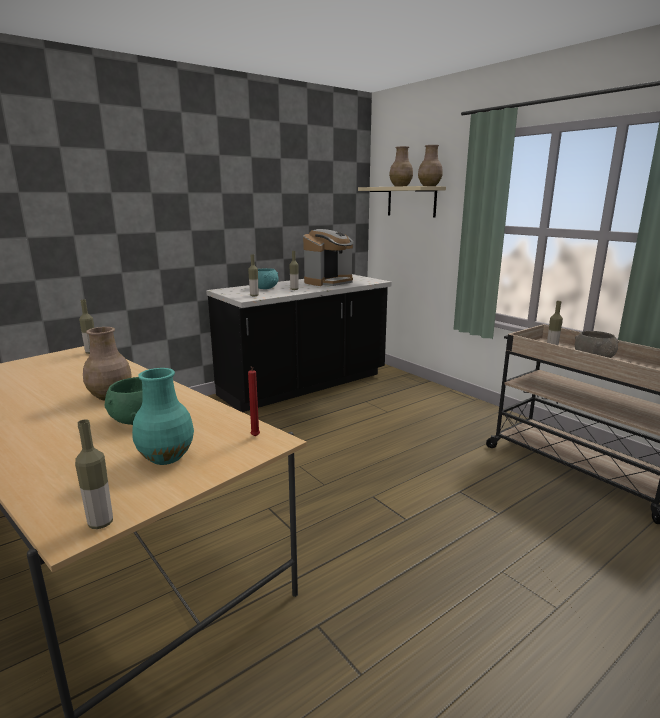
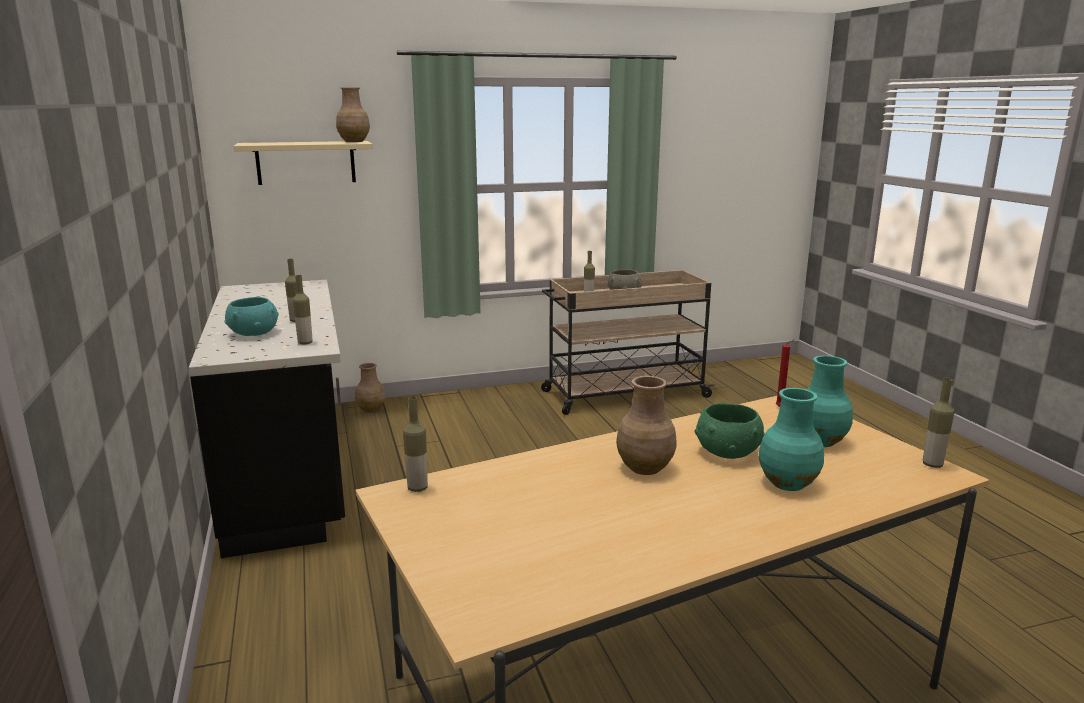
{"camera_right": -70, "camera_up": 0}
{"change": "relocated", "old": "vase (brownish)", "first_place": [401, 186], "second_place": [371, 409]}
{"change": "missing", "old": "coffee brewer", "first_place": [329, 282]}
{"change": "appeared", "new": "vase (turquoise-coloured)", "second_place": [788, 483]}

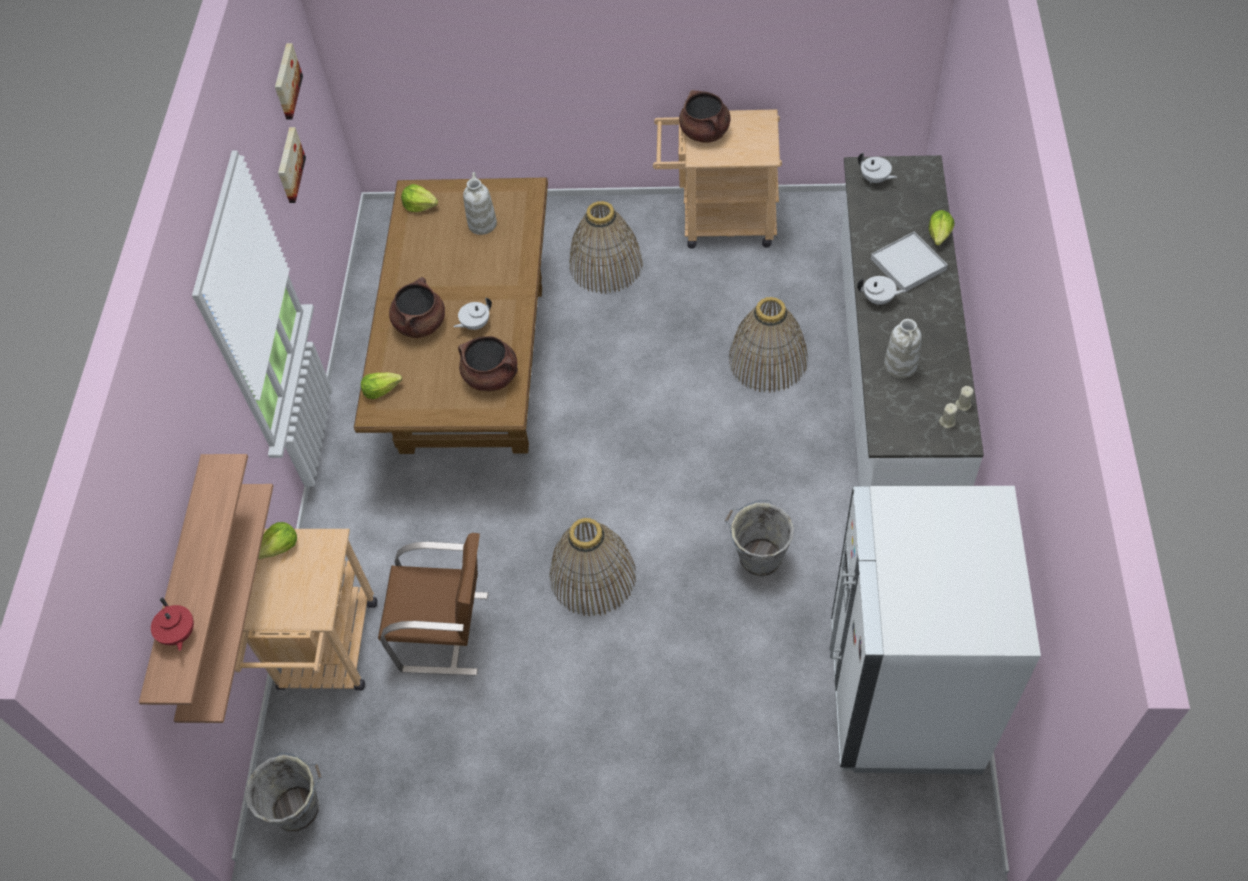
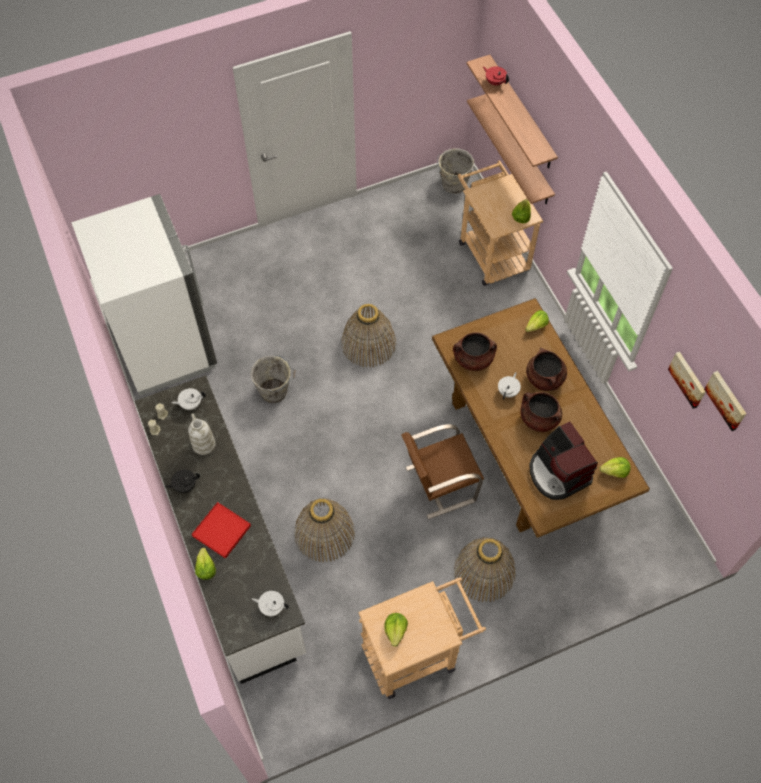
{"camera_right": 150, "camera_up": 5}
{"change": "relocated", "old": "stockpot (brownish)", "first_place": [705, 132], "second_place": [538, 419]}
{"change": "exchanged", "old": "vase (white)", "new": "coffee brewer", "first_place": [482, 224], "second_place": [558, 473]}
{"change": "colour", "old": "carrying tray (white)", "new": "carrying tray (red)", "first_place": [908, 264], "second_place": [221, 531]}
{"change": "relocated", "old": "pot for tea (white)", "first_place": [878, 299], "second_place": [190, 404]}
{"change": "relocated", "old": "chair (brownish)", "first_place": [447, 633], "second_place": [438, 484]}
{"change": "appeared", "new": "pot for tea (black-coloured)", "second_place": [185, 485]}
{"change": "appeared", "new": "lettuce", "second_place": [395, 630]}

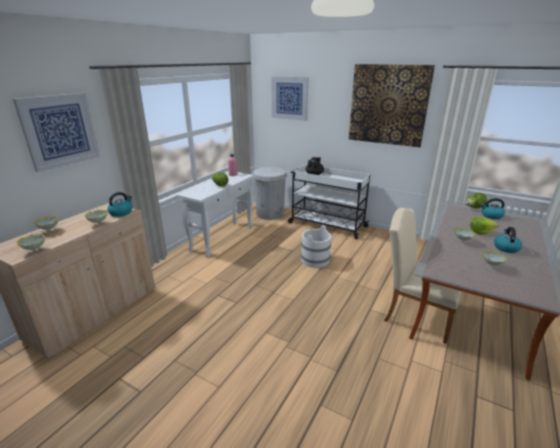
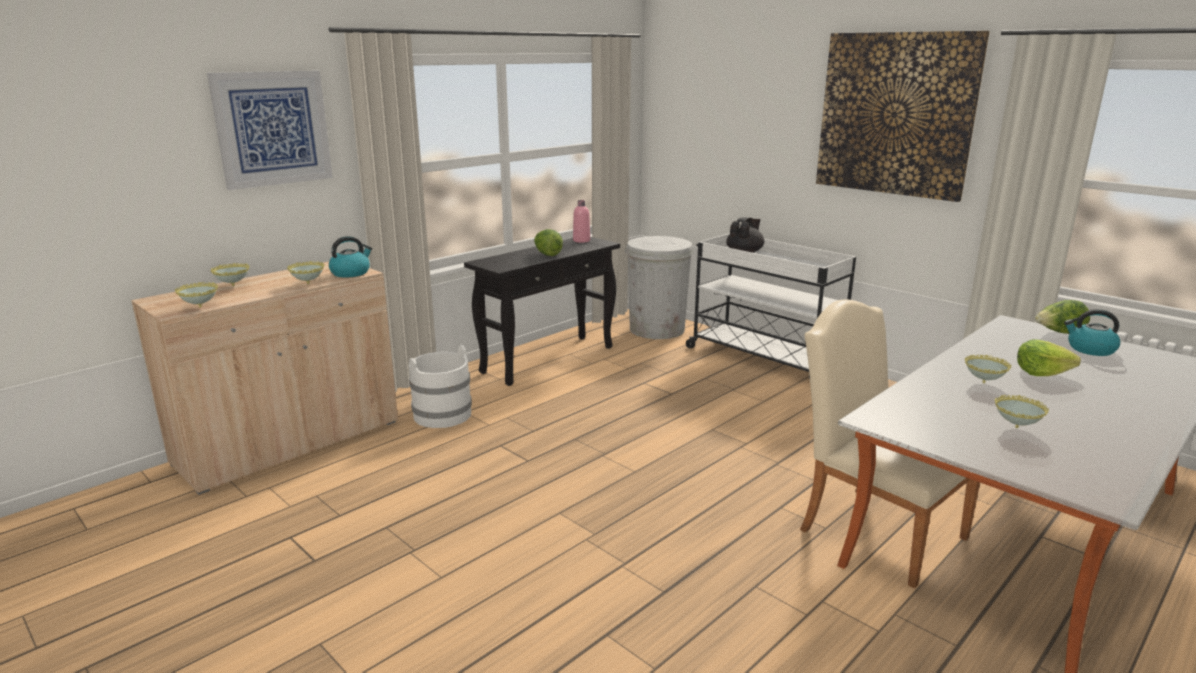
{"camera_right": 15, "camera_up": -5}
{"change": "missing", "old": "picture", "first_place": [289, 98]}
{"change": "colour", "old": "console table (white)", "new": "console table (black-coloured)", "first_place": [222, 238], "second_place": [549, 359]}
{"change": "relocated", "old": "bucket (white)", "first_place": [315, 260], "second_place": [442, 414]}
{"change": "missing", "old": "kettle", "first_place": [506, 248]}

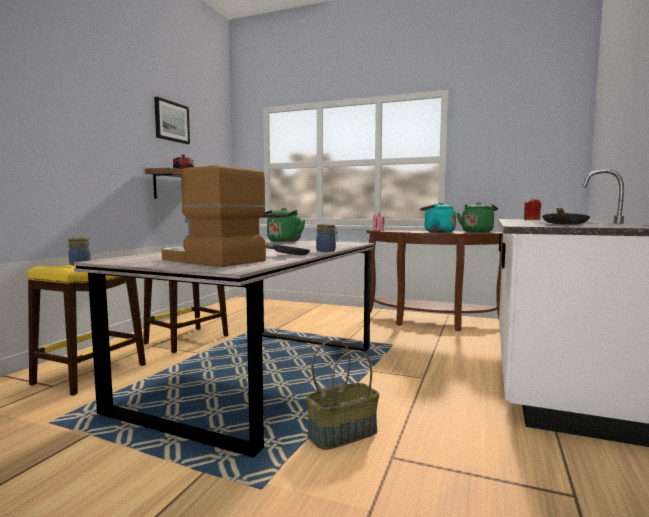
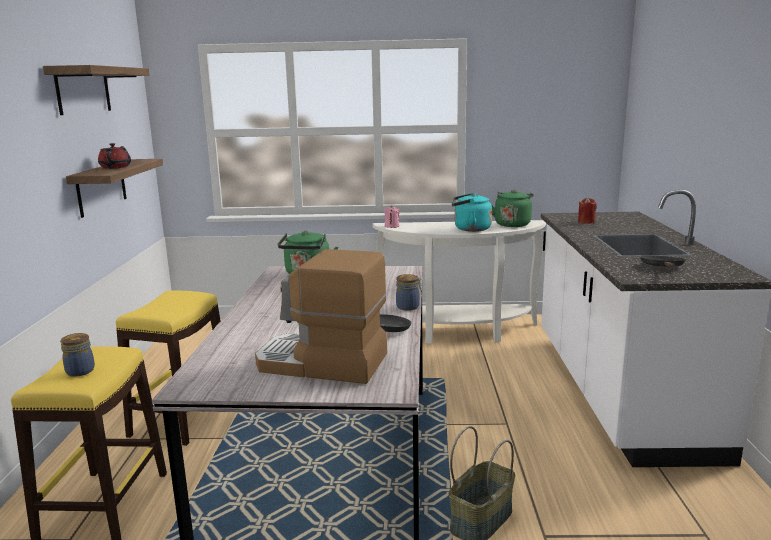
{"camera_right": -20, "camera_up": 10}
{"change": "exchanged", "old": "picture", "new": "bracket shelf", "first_place": [171, 121], "second_place": [83, 90]}
{"change": "colour", "old": "console table (brownish)", "new": "console table (white)", "first_place": [429, 322], "second_place": [459, 333]}

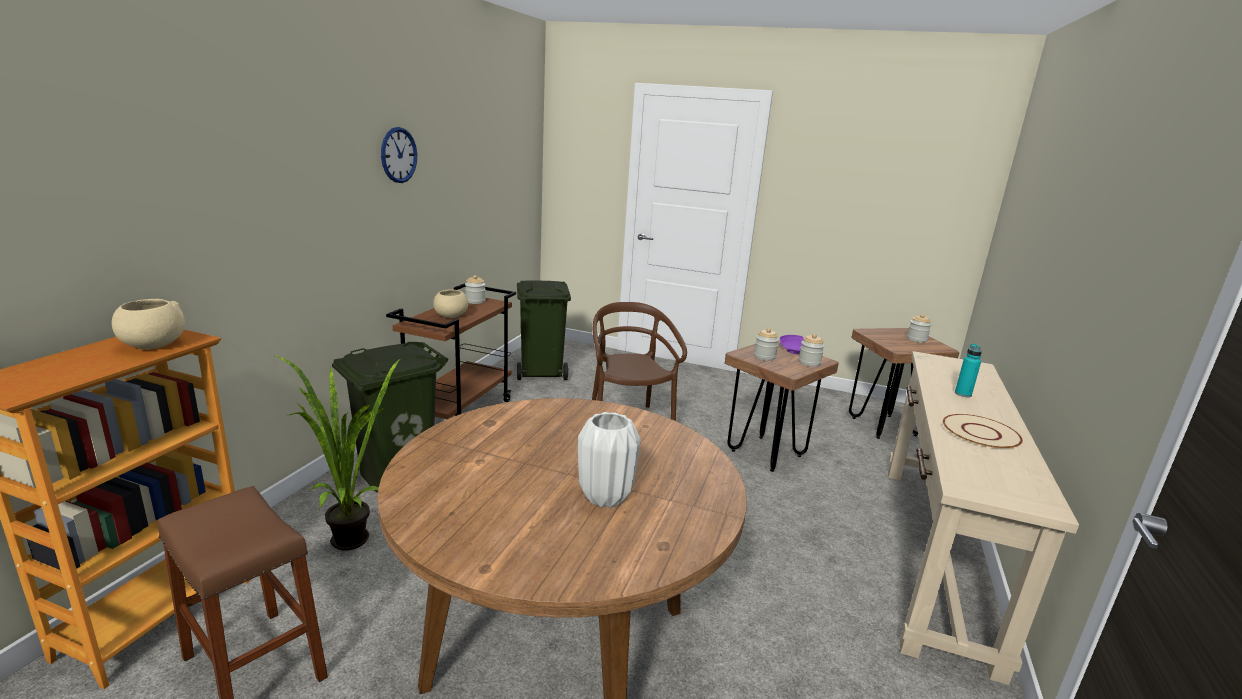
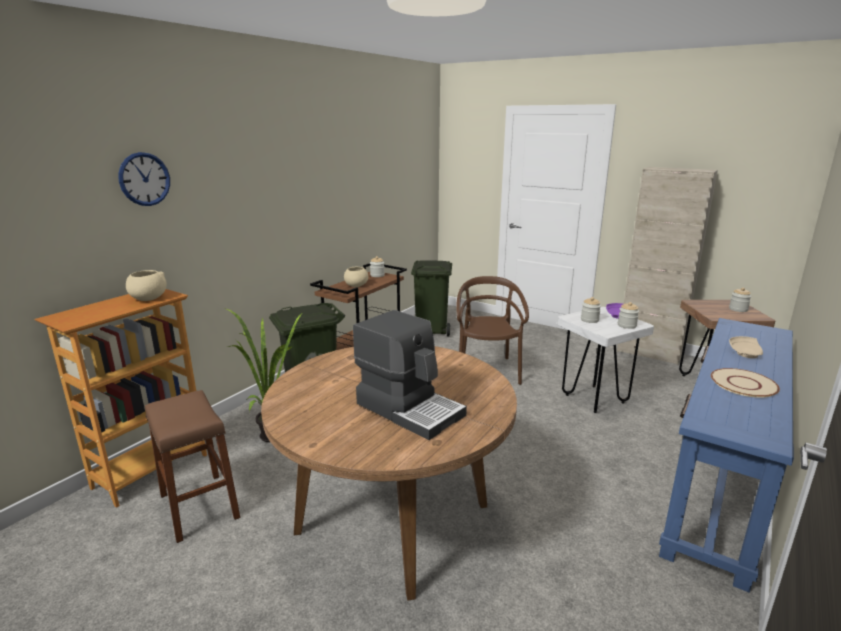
{"camera_right": 15, "camera_up": 0}
{"change": "relocated", "old": "hanging clock", "first_place": [398, 155], "second_place": [144, 179]}
{"change": "colour", "old": "stool (brownish)", "new": "stool (white)", "first_place": [766, 453], "second_place": [594, 399]}
{"change": "exchanged", "old": "beverage bottle (turquoise-coloured)", "new": "plate (beige)", "first_place": [963, 394], "second_place": [746, 353]}
{"change": "colour", "old": "console table (beige)", "new": "console table (blue-coloured)", "first_place": [934, 554], "second_place": [718, 487]}
{"change": "exchanged", "old": "vase (white)", "new": "coffee brewer", "first_place": [605, 497], "second_place": [410, 408]}
{"change": "appeared", "new": "cabinet (beige)", "second_place": [649, 353]}

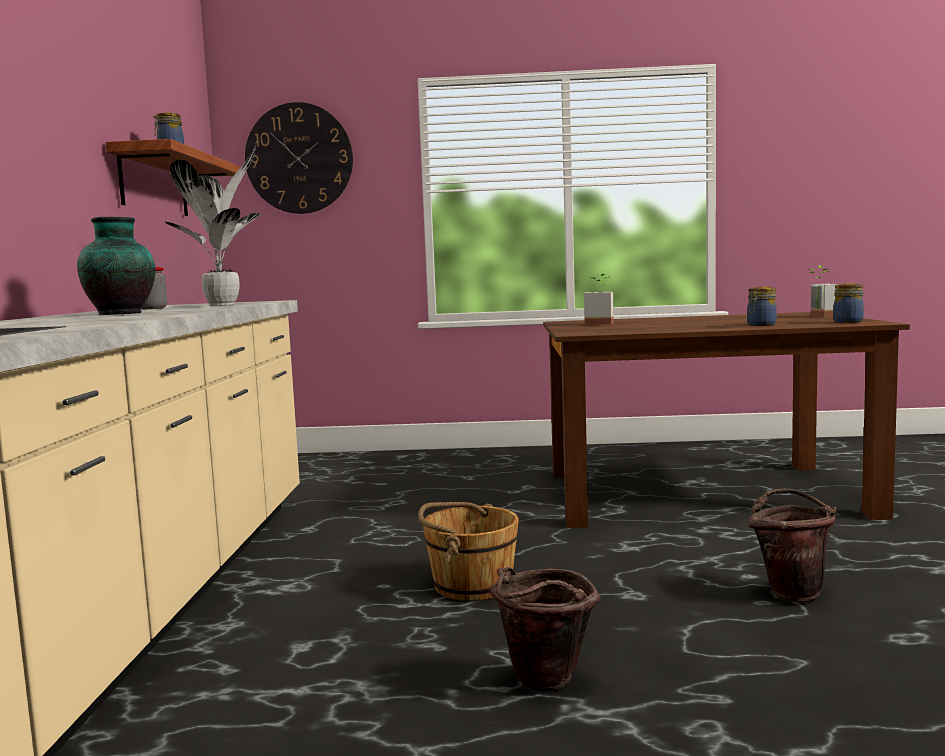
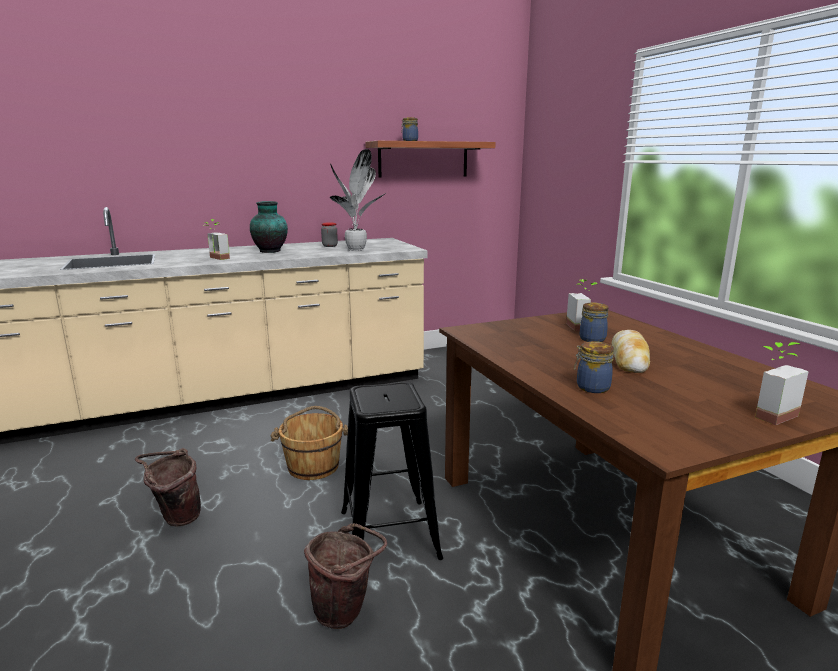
{"camera_right": 65, "camera_up": 10}
{"change": "missing", "old": "hanging clock", "first_place": [299, 158]}
{"change": "relocated", "old": "storage jar", "first_place": [847, 321], "second_place": [593, 339]}
{"change": "appeared", "new": "potted plant", "second_place": [215, 258]}
{"change": "appeared", "new": "bakery bread", "second_place": [629, 359]}
{"change": "appeared", "new": "stool (black-coloured)", "second_place": [389, 534]}

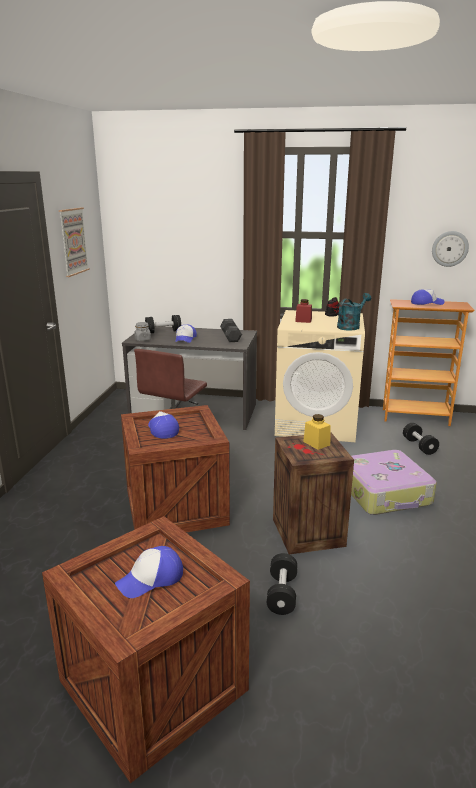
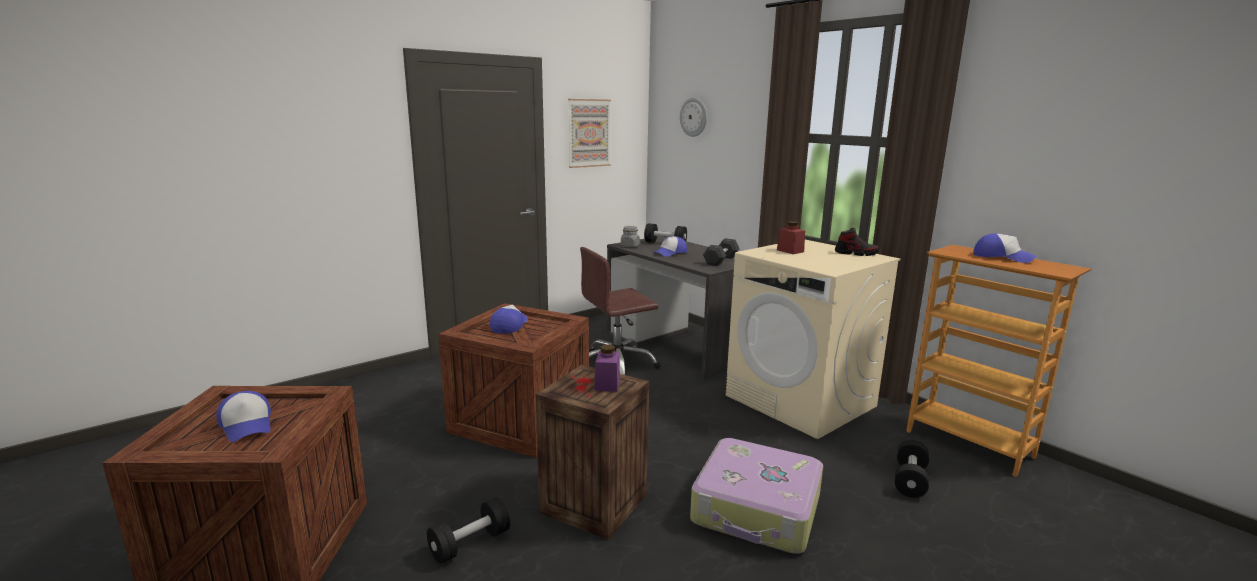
{"camera_right": 40, "camera_up": -5}
{"change": "relocated", "old": "hanging clock", "first_place": [449, 248], "second_place": [694, 117]}
{"change": "missing", "old": "watering can (turquoise-coloured)", "first_place": [350, 326]}
{"change": "colour", "old": "storage jar (yellowish)", "new": "storage jar (purple)", "first_place": [316, 443], "second_place": [607, 384]}
{"change": "spun", "old": "peaked cap", "first_place": [151, 579], "second_place": [247, 425], "degrees": -135}

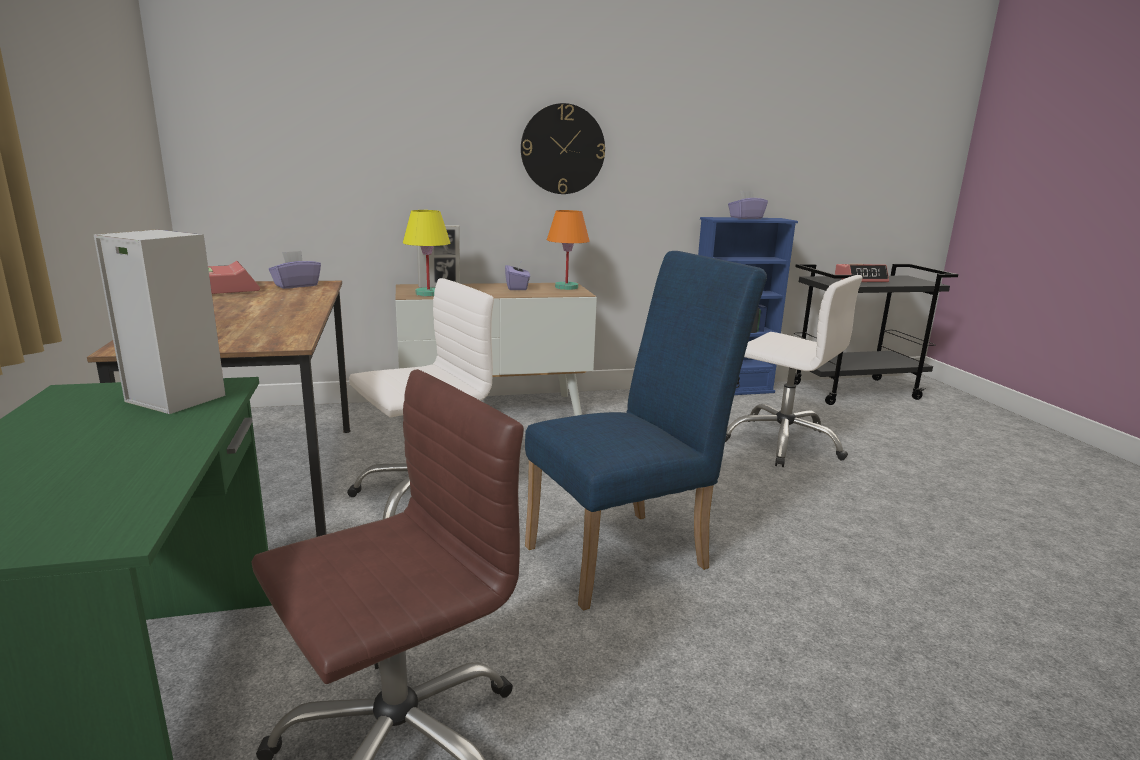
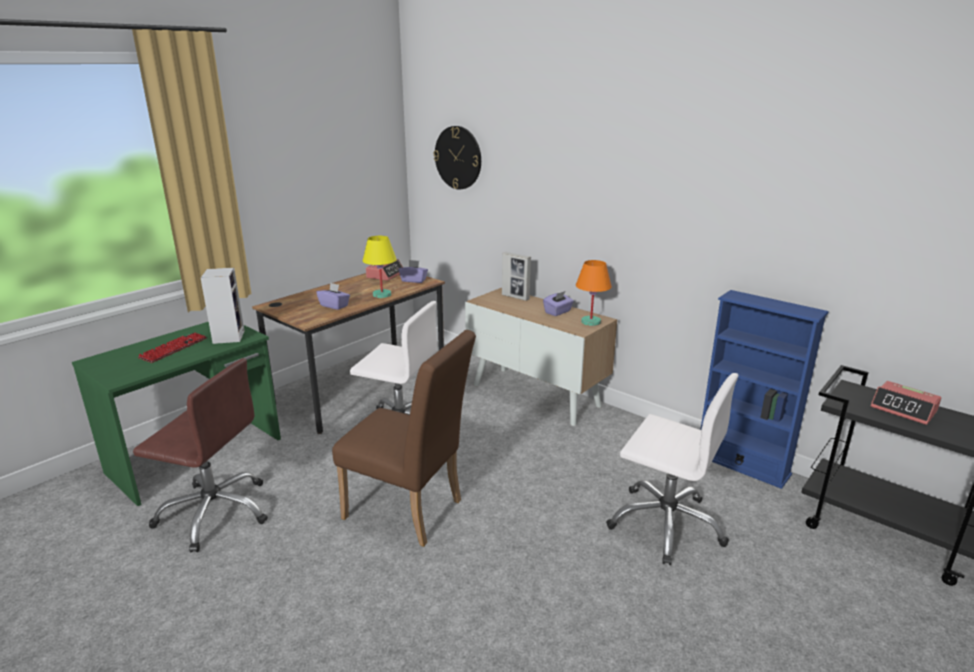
{"camera_right": 55, "camera_up": 5}
{"change": "relocated", "old": "hanging clock", "first_place": [562, 149], "second_place": [458, 158]}
{"change": "relocated", "old": "tissue holder (purple)", "first_place": [745, 218], "second_place": [334, 306]}
{"change": "relocated", "old": "tabletop lamp (yellowish)", "first_place": [428, 294], "second_place": [381, 295]}
{"change": "colour", "old": "chair (blue-coloured)", "new": "chair (brownish)", "first_place": [628, 553], "second_place": [410, 512]}
{"change": "spun", "old": "office chair (white)", "first_place": [782, 442], "second_place": [666, 524], "degrees": -60}
{"change": "appeared", "new": "PC keyboard", "second_place": [174, 348]}

